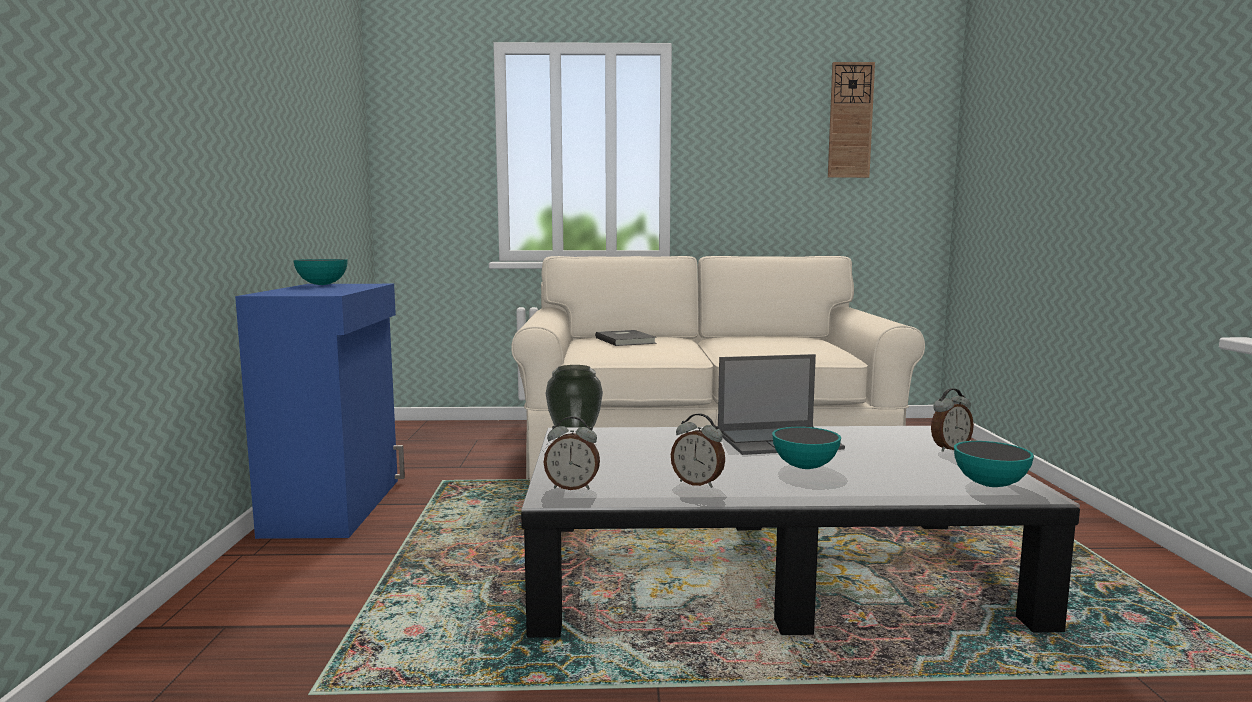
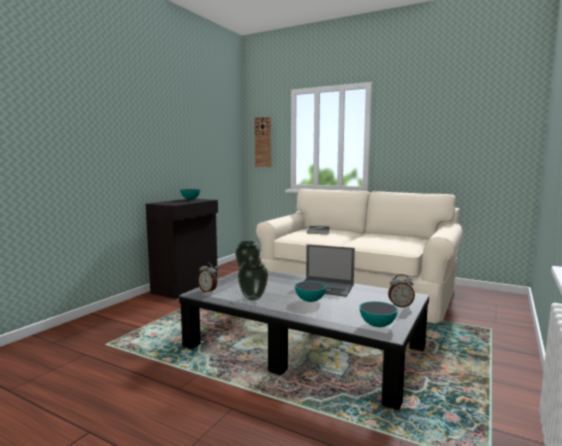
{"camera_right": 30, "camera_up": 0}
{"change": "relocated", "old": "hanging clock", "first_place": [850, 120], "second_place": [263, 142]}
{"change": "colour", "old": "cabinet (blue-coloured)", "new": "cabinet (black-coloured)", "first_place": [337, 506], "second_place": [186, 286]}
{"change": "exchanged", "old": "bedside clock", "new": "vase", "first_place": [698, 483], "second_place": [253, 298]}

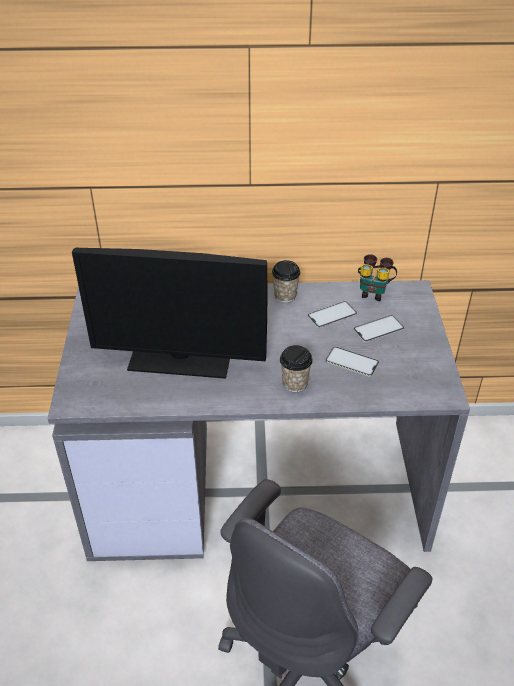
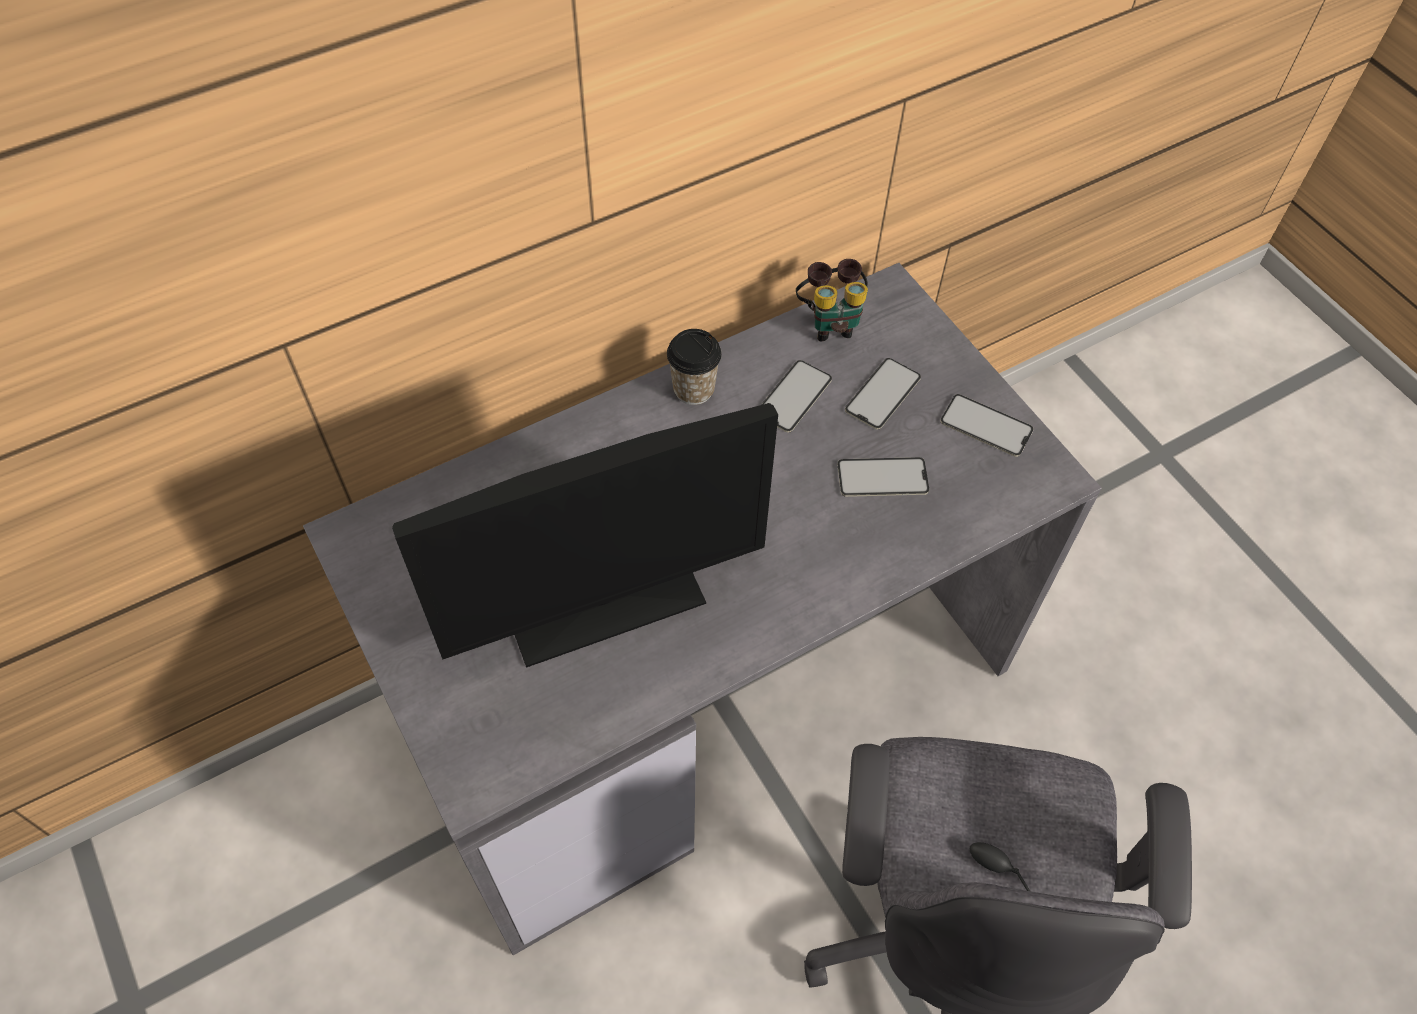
{"camera_right": -30, "camera_up": 15}
{"change": "missing", "old": "drinking cup", "first_place": [295, 383]}
{"change": "appeared", "new": "telephone", "second_place": [986, 426]}

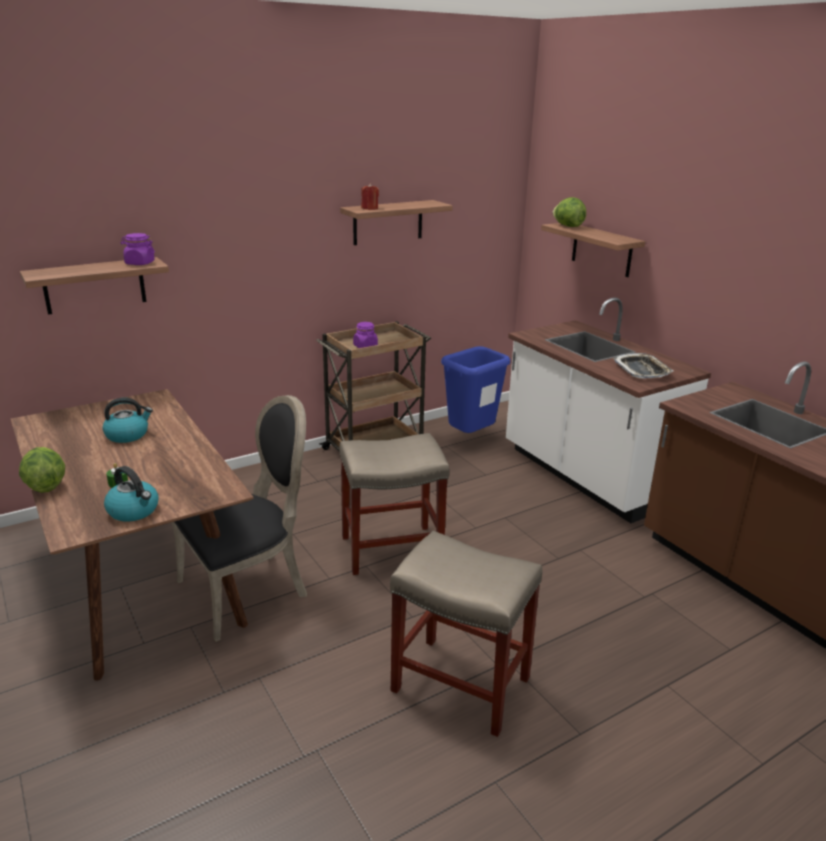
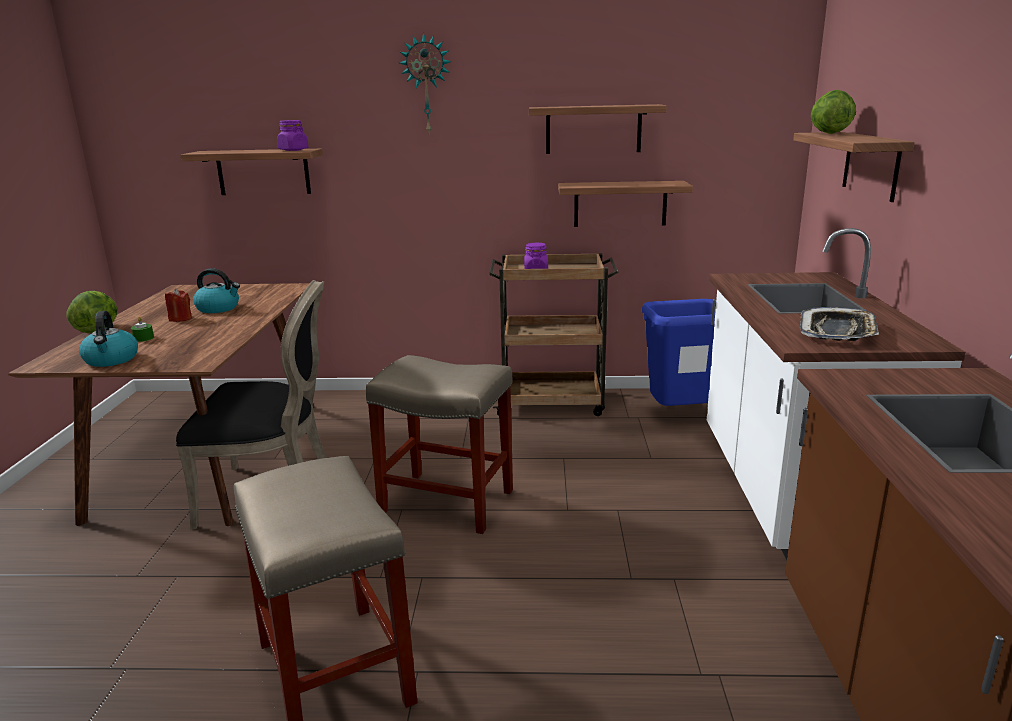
{"camera_right": 35, "camera_up": -5}
{"change": "relocated", "old": "wax light (red)", "first_place": [369, 208], "second_place": [180, 319]}
{"change": "appeared", "new": "hanging clock", "second_place": [426, 85]}
{"change": "appeared", "new": "bracket shelf", "second_place": [620, 204]}

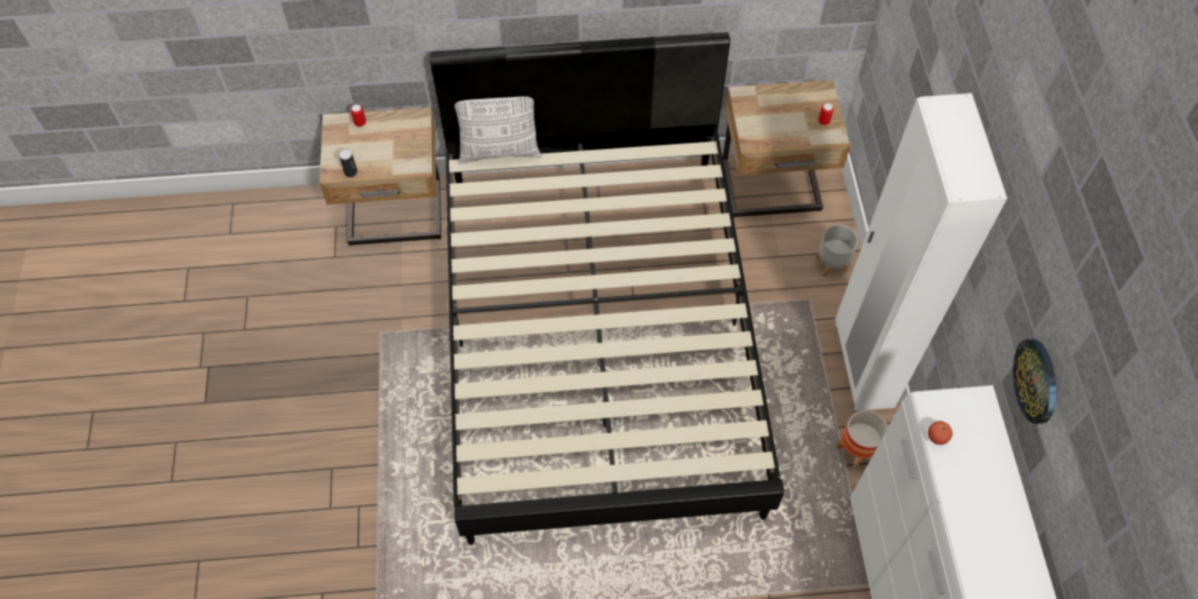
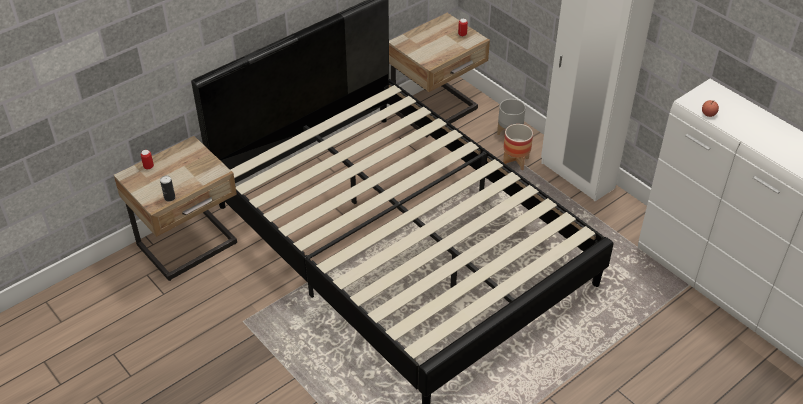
{"camera_right": -35, "camera_up": -15}
{"change": "missing", "old": "pillow", "first_place": [500, 151]}
{"change": "missing", "old": "hanging clock", "first_place": [1037, 381]}
{"change": "relocated", "old": "planter", "first_place": [856, 450], "second_place": [515, 161]}

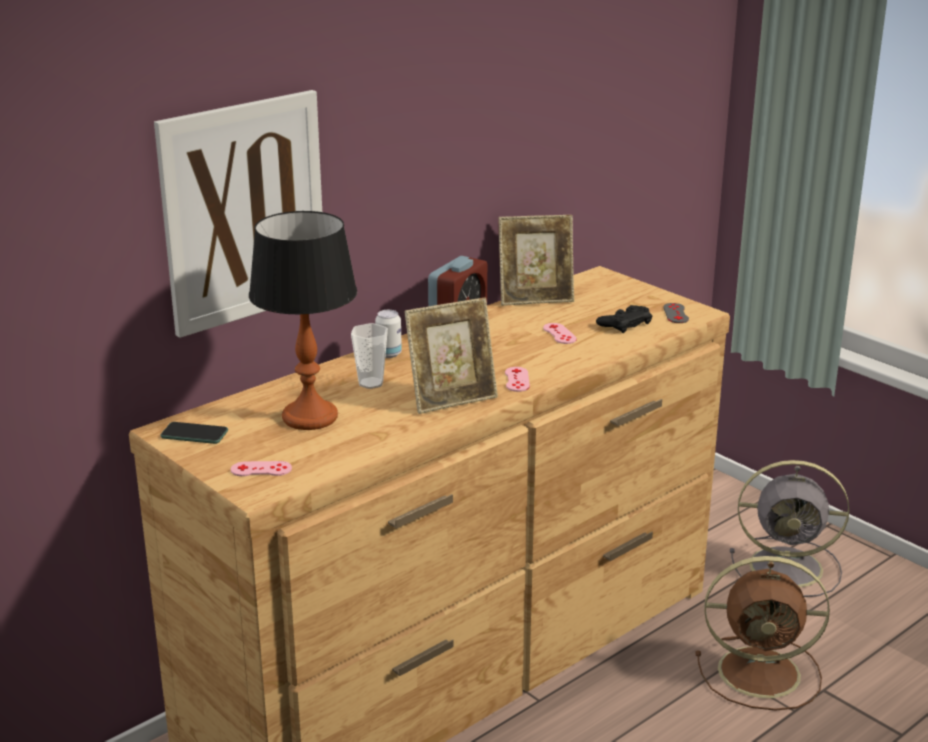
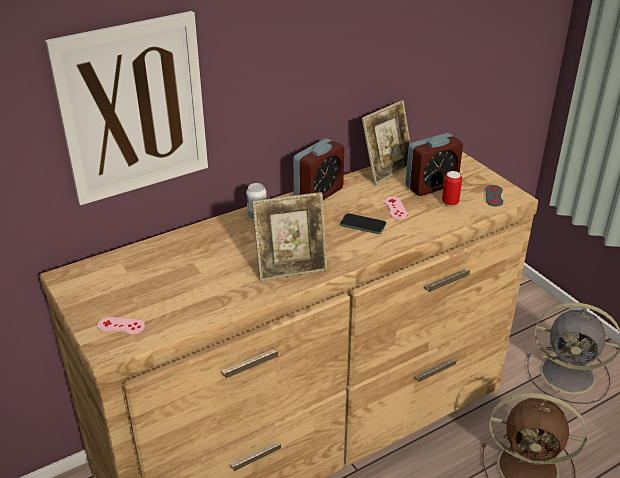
{"camera_right": 10, "camera_up": 10}
{"change": "missing", "old": "tabletop lamp", "first_place": [309, 417]}
{"change": "spun", "old": "picture frame", "first_place": [535, 298], "second_place": [387, 170], "degrees": -45}
{"change": "exchanged", "old": "game controller (black-coloured)", "new": "metal can", "first_place": [624, 323], "second_place": [450, 202]}
{"change": "missing", "old": "drinking cup", "first_place": [371, 383]}
{"change": "missing", "old": "game controller (pinkish)", "first_place": [517, 379]}
{"change": "relocated", "old": "telephone", "first_place": [194, 434], "second_place": [363, 224]}
{"change": "appeared", "new": "bedside clock", "second_place": [431, 186]}

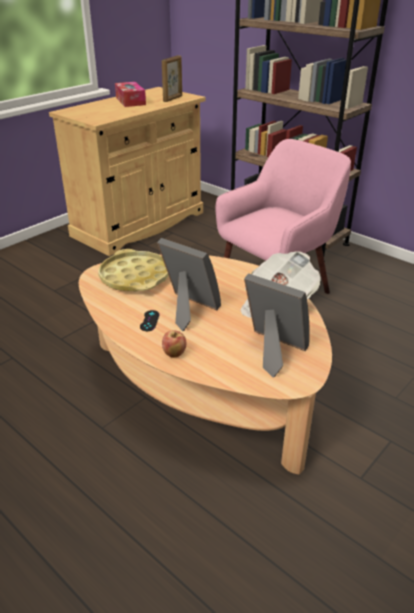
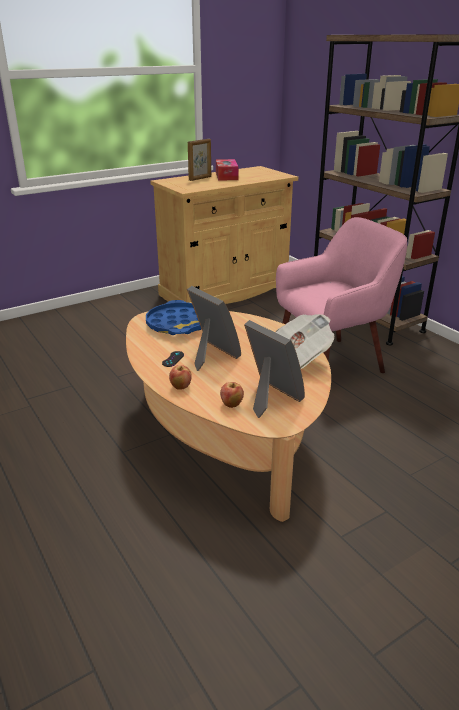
{"camera_right": 15, "camera_up": -5}
{"change": "relocated", "old": "picture frame", "first_place": [173, 99], "second_place": [200, 178]}
{"change": "colour", "old": "carrying tray (yellowish)", "new": "carrying tray (blue-coloured)", "first_place": [135, 277], "second_place": [178, 324]}
{"change": "appeared", "new": "apple fruit", "second_place": [231, 404]}

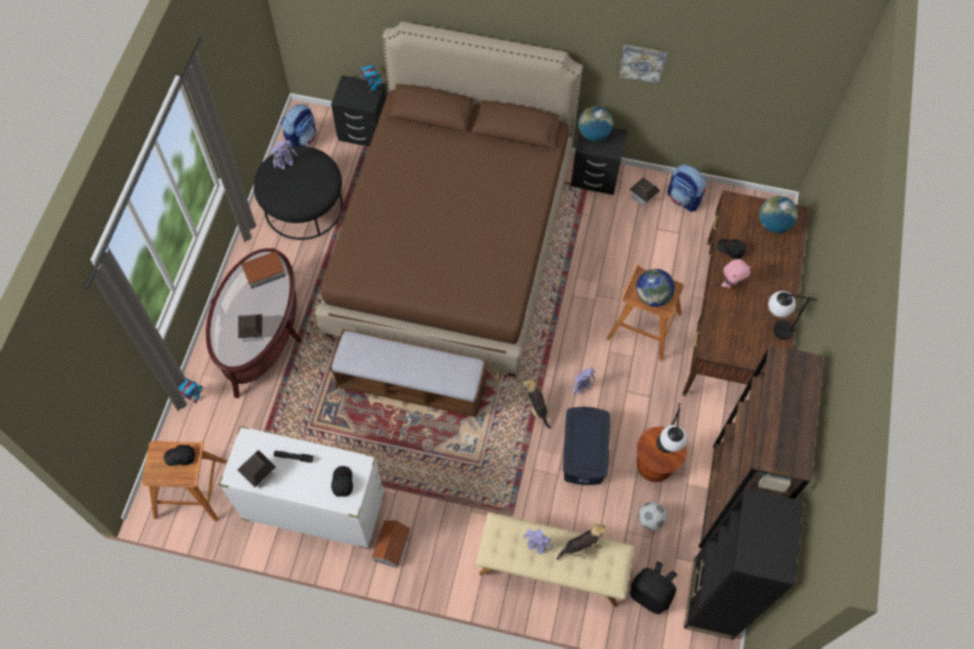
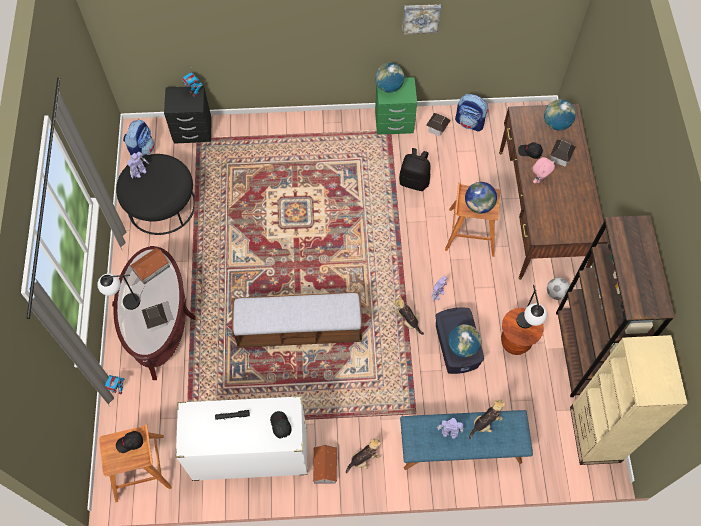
{"camera_right": -15, "camera_up": 0}
{"change": "missing", "old": "sleeping bed (brownish)", "first_place": [452, 243]}
{"change": "colour", "old": "night table (black-coloured)", "new": "night table (greenish)", "first_place": [595, 177], "second_place": [394, 122]}
{"change": "relocated", "old": "tabletop lamp", "first_place": [774, 329], "second_place": [124, 302]}
{"change": "relocated", "old": "toy house", "first_place": [259, 473], "second_place": [560, 157]}
{"change": "colour", "old": "bookshelf (black-coloured)", "new": "bookshelf (beige)", "first_place": [712, 598], "second_place": [594, 434]}
{"change": "relocated", "old": "football", "first_place": [650, 520], "second_place": [556, 293]}
{"change": "colour", "old": "long seat (beige)", "new": "long seat (blue-coloured)", "first_place": [551, 568], "second_place": [461, 447]}
{"change": "relocated", "old": "backpack (black-coloured)", "first_place": [651, 594], "second_place": [414, 181]}
{"change": "appeared", "new": "globe", "second_place": [462, 346]}
{"change": "appeared", "new": "soft toy", "second_place": [364, 459]}

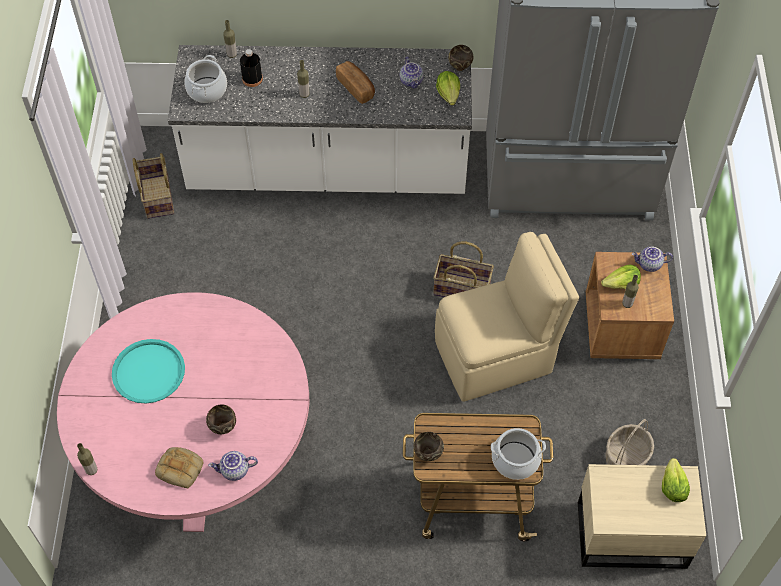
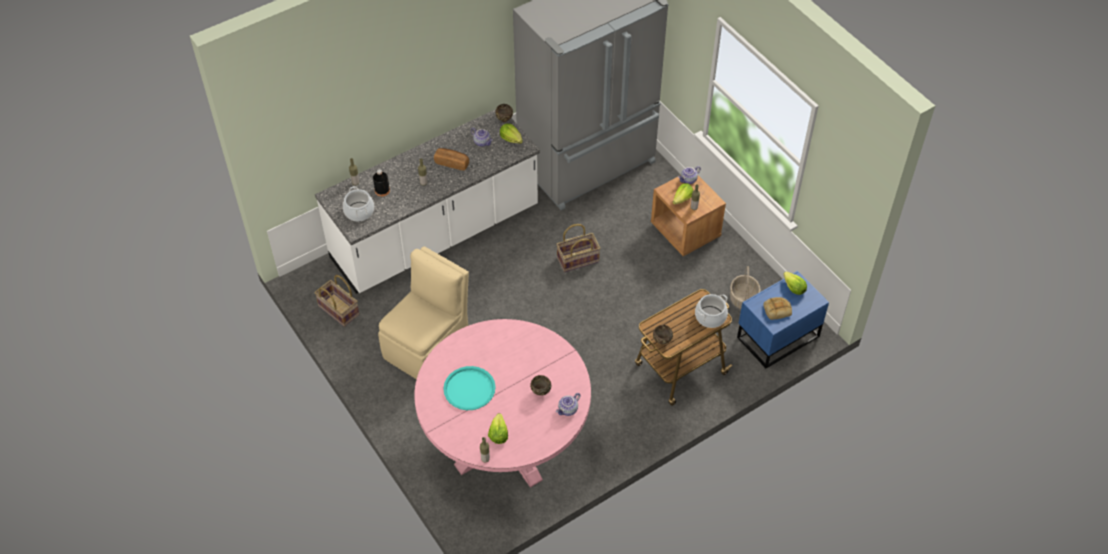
{"camera_right": -35, "camera_up": -5}
{"change": "relocated", "old": "chair (beige)", "first_place": [496, 356], "second_place": [428, 346]}
{"change": "relocated", "old": "bakery bread", "first_place": [181, 468], "second_place": [777, 309]}
{"change": "colour", "old": "night table (beige)", "new": "night table (blue-coloured)", "first_place": [629, 532], "second_place": [776, 336]}
{"change": "appeared", "new": "lettuce", "second_place": [498, 434]}

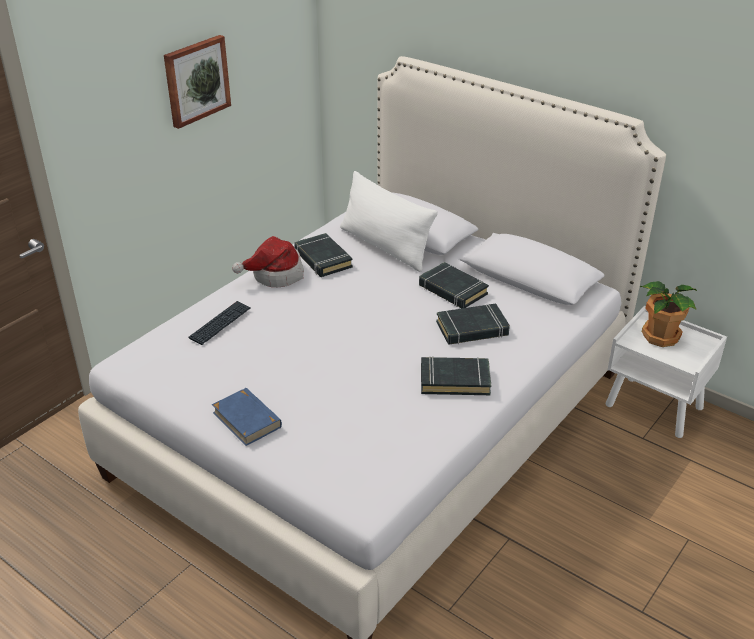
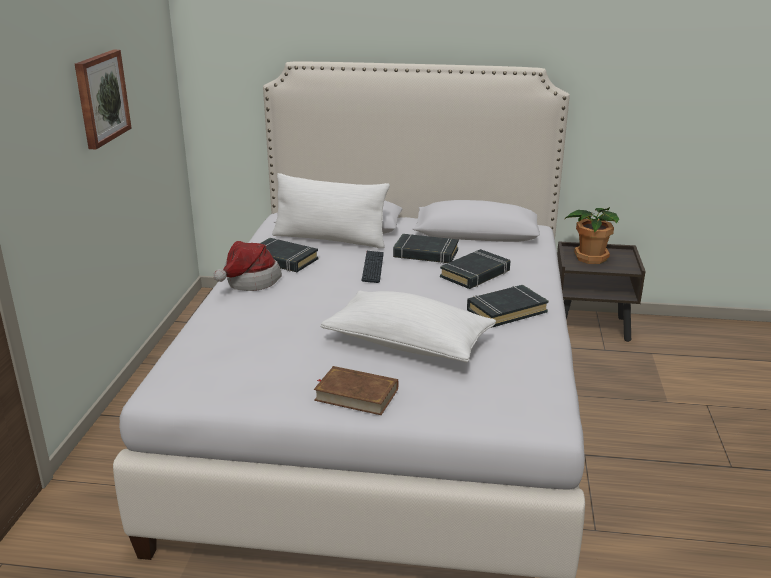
{"camera_right": -30, "camera_up": -10}
{"change": "relocated", "old": "PC keyboard", "first_place": [220, 323], "second_place": [373, 267]}
{"change": "colour", "old": "night table (white)", "new": "night table (brownish)", "first_place": [655, 407], "second_place": [591, 327]}
{"change": "colour", "old": "book (blue-coloured)", "new": "book (brownish)", "first_place": [247, 419], "second_place": [356, 394]}
{"change": "appeared", "new": "pillow (white)", "second_place": [408, 344]}

